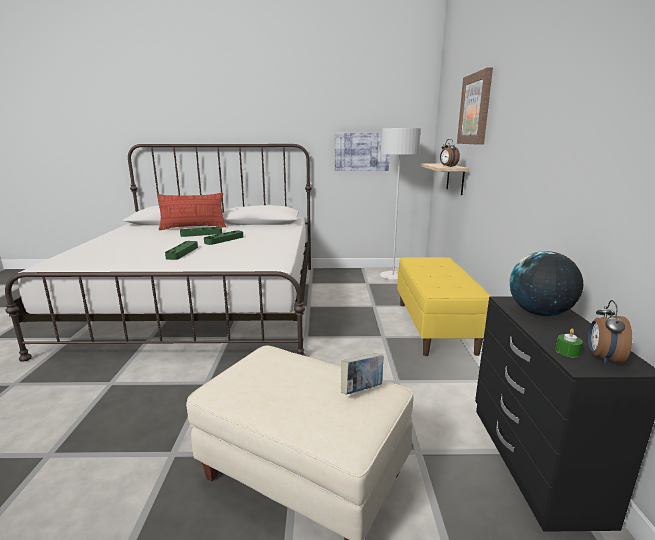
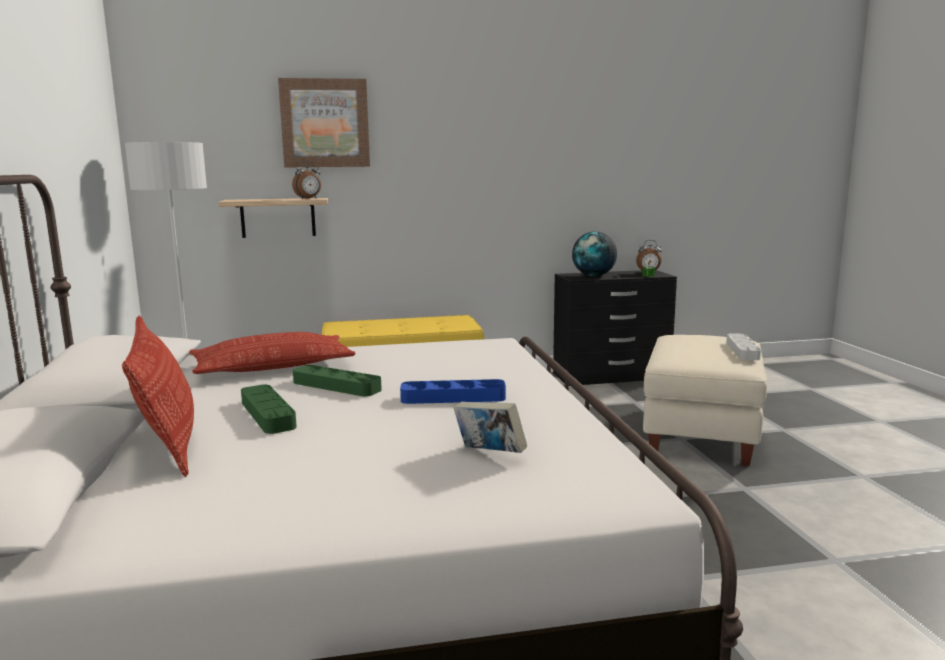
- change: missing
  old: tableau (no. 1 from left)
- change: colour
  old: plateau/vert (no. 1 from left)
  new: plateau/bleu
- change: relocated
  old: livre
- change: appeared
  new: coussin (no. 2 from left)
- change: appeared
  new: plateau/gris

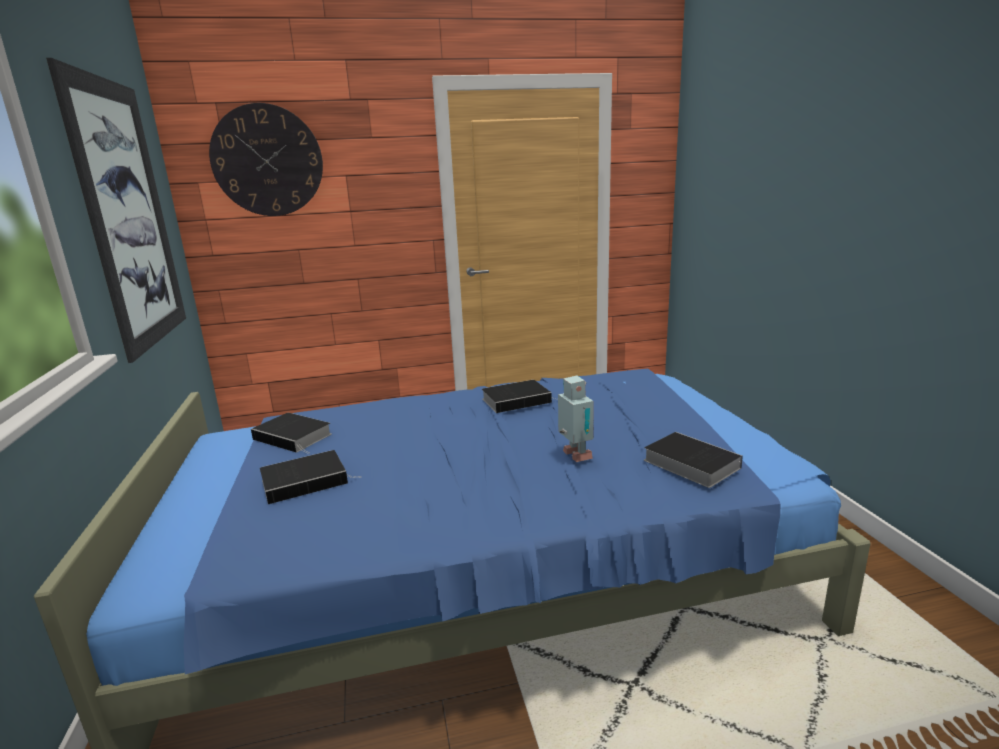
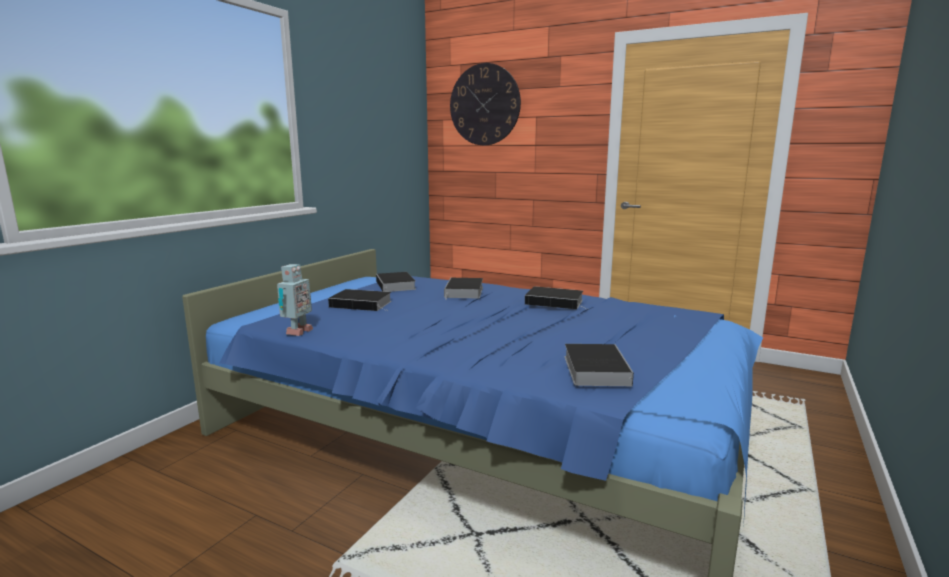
- change: missing
  old: tableau
- change: relocated
  old: robot jouet
- change: appeared
  new: livre (no. 3 from left)

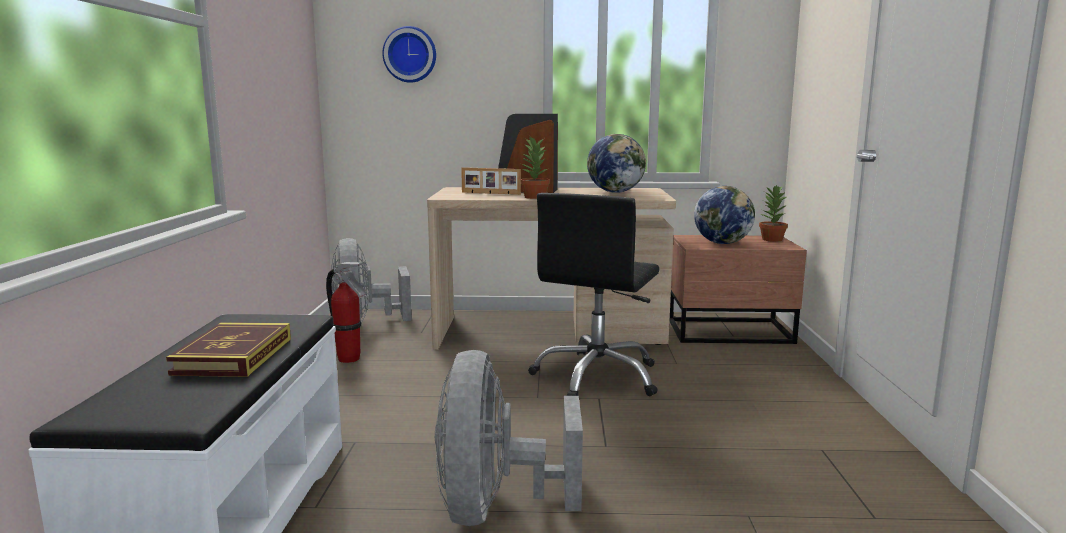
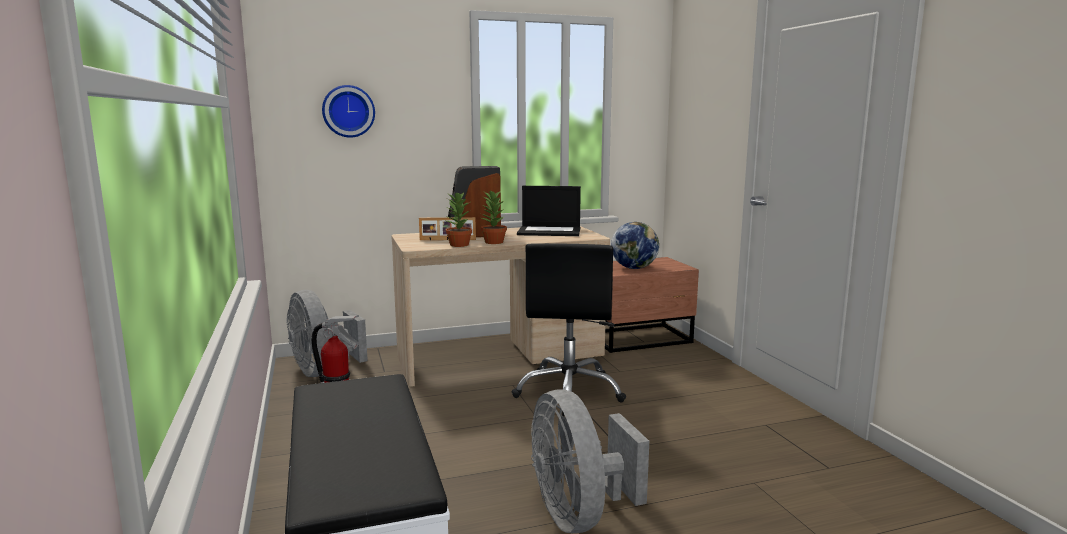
- change: exchanged
  old: globe (no. 1 from left)
  new: ordinateur portable
- change: relocated
  old: plante en pot (no. 2 from left in the first image)
  new: plante en pot (no. 1 from left)
- change: missing
  old: livre

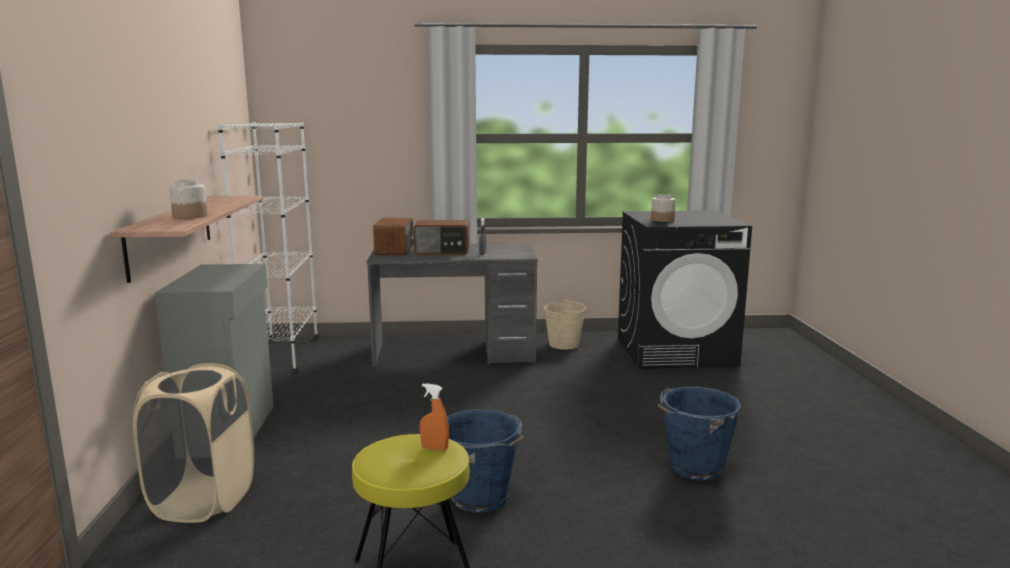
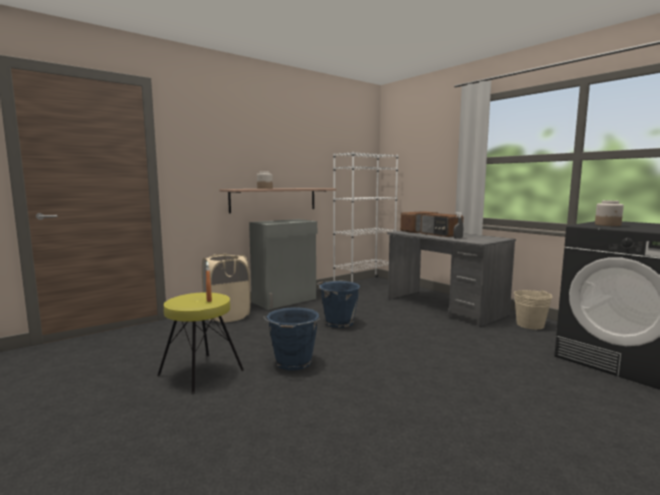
- change: relocated
  old: seau/bleu (no. 2 from left)

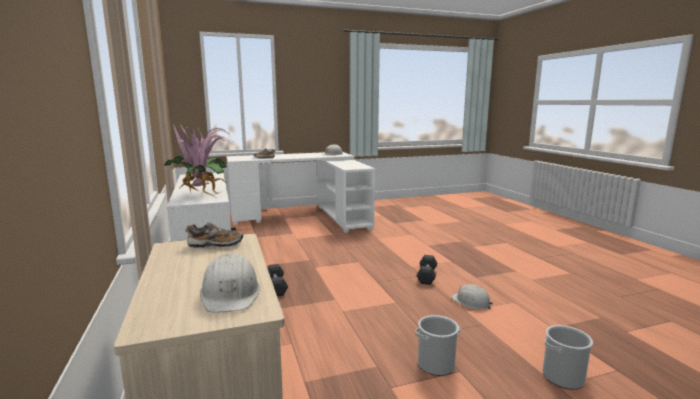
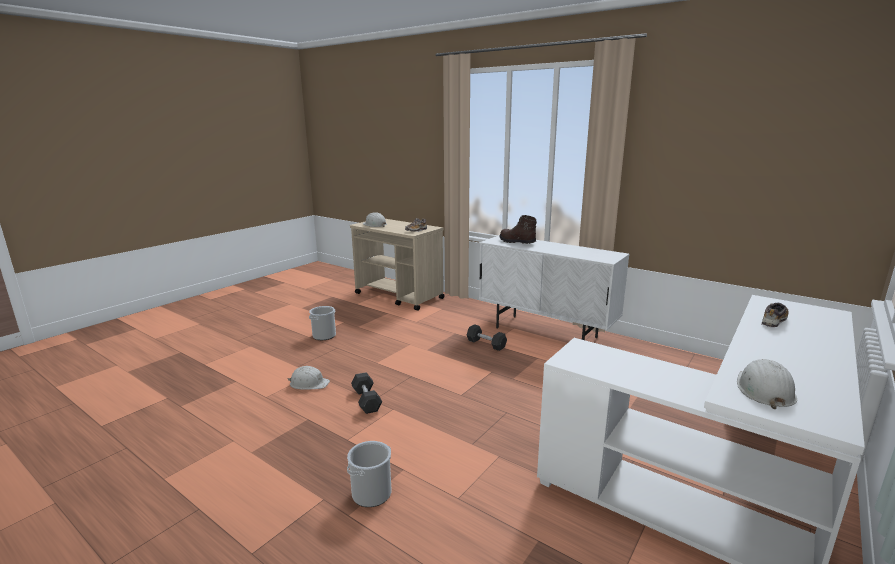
- change: exchanged
  old: plante en pot
  new: botte/marron
- change: relocated
  old: seau (no. 2 from left)

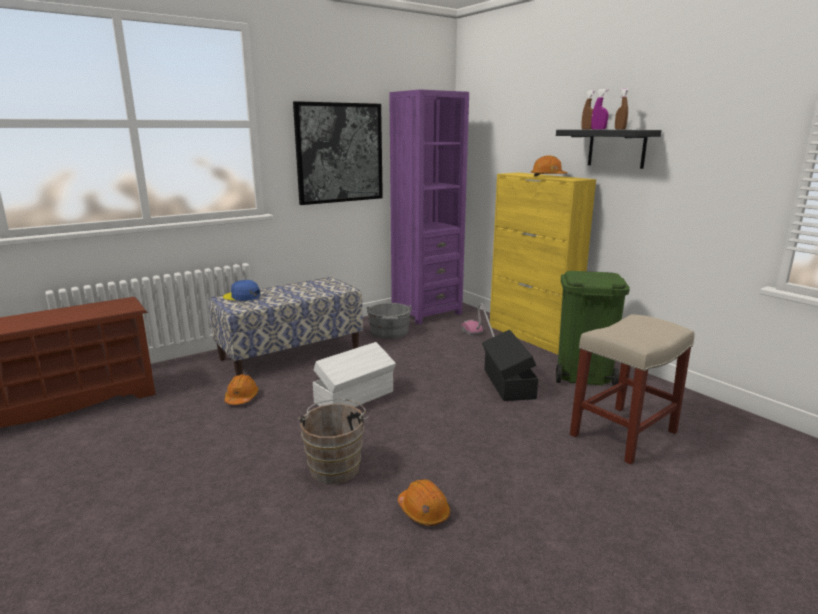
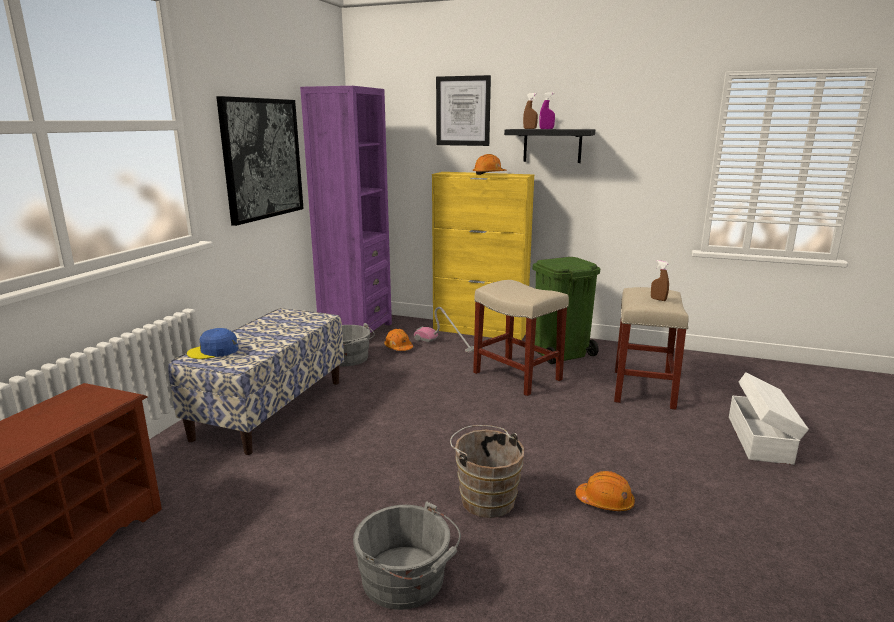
- change: relocated
  old: vaporisateur/marron (no. 2 from left)
- change: exchanged
  old: boîte de rangement/noir
  new: tabouret/beige (no. 1 from left)
- change: relocated
  old: boîte de rangement/blanc
- change: relocated
  old: casque de chantier/orange (no. 1 from left)
- change: appeared
  new: tableau (no. 2 from left)
- change: appeared
  new: seau/gris (no. 2 from left)

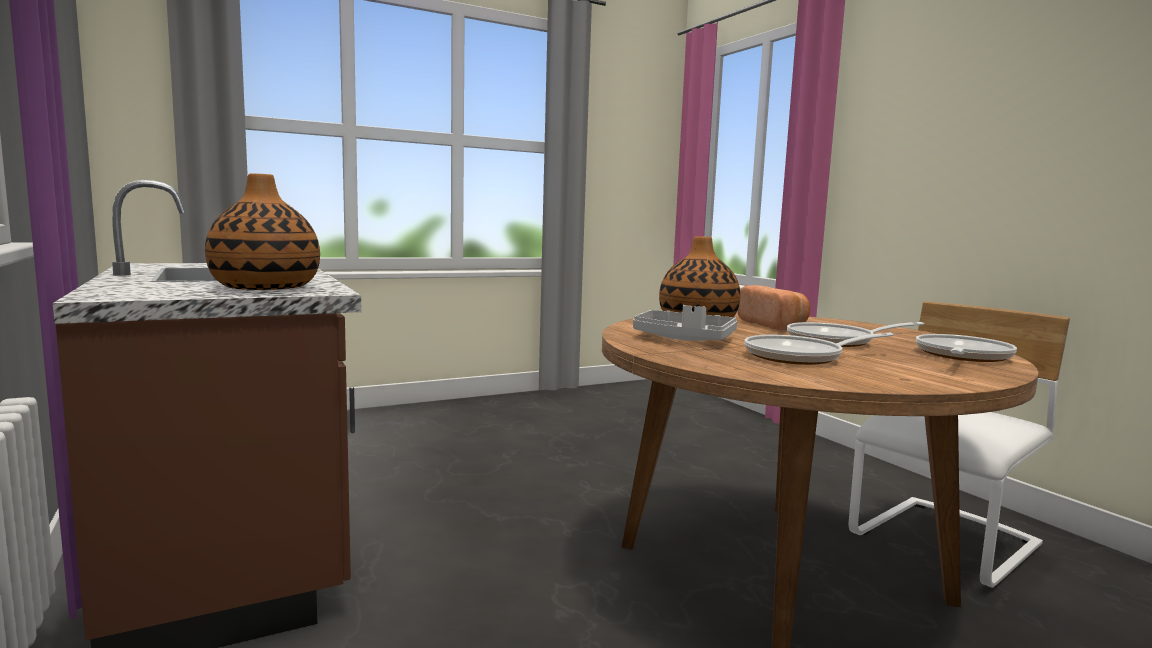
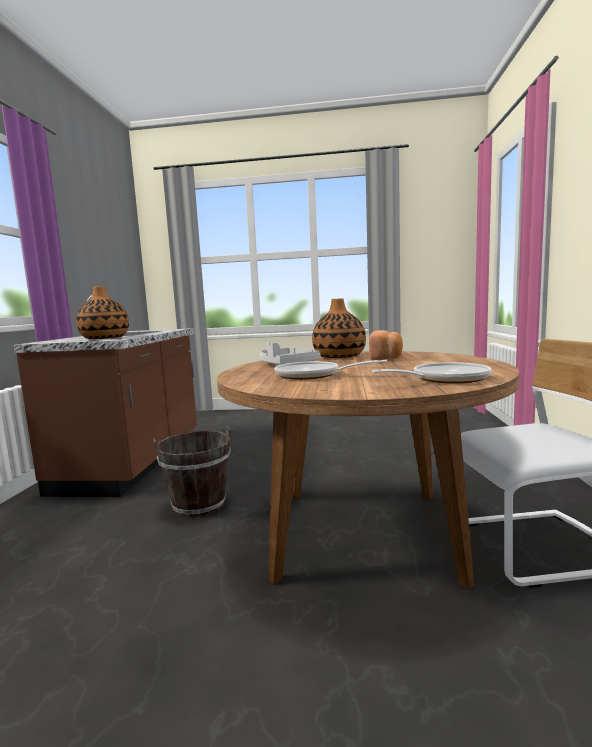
- change: missing
  old: poêle (no. 2 from left)
- change: appeared
  new: seau/marron

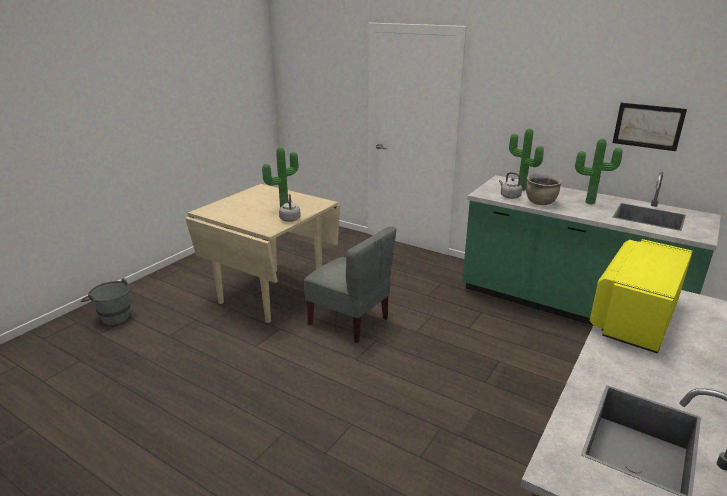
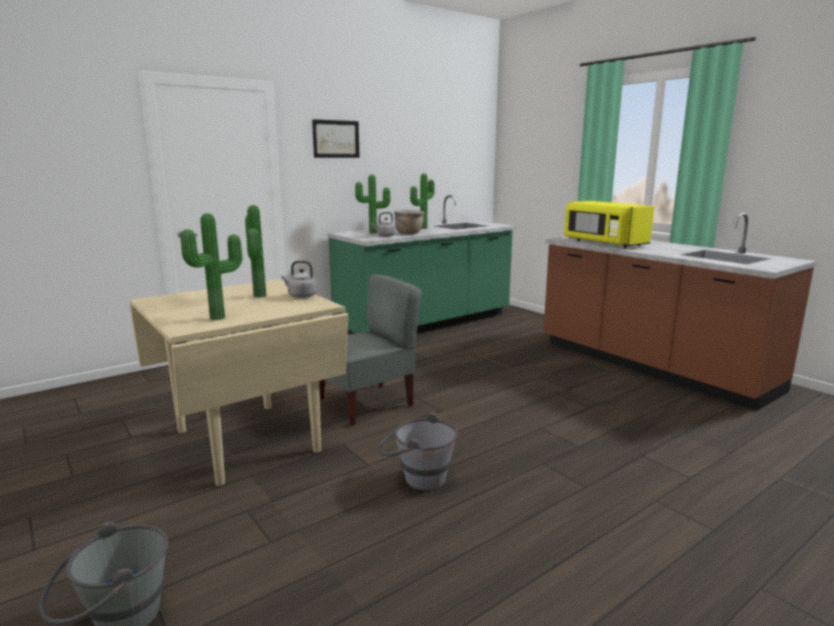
- change: relocated
  old: tableau
- change: appeared
  new: plante en pot (no. 1 from left)
- change: appeared
  new: seau/gris (no. 2 from left)

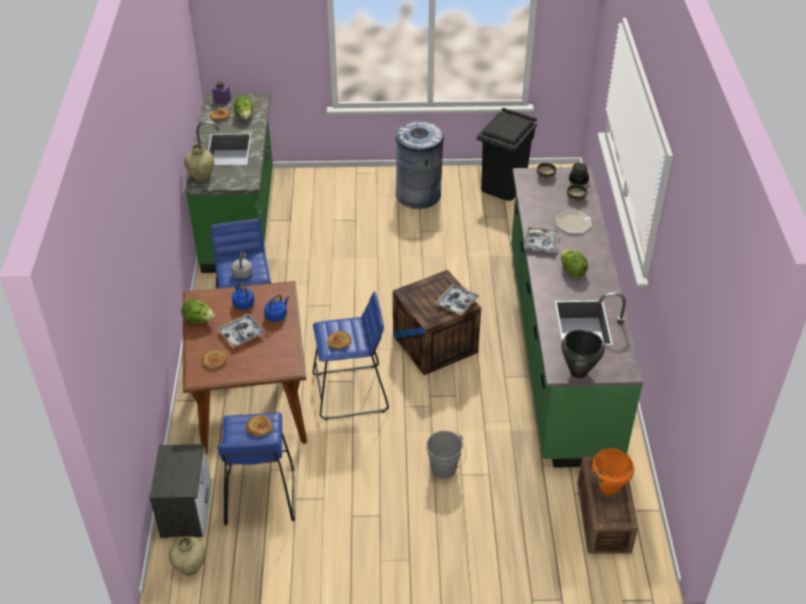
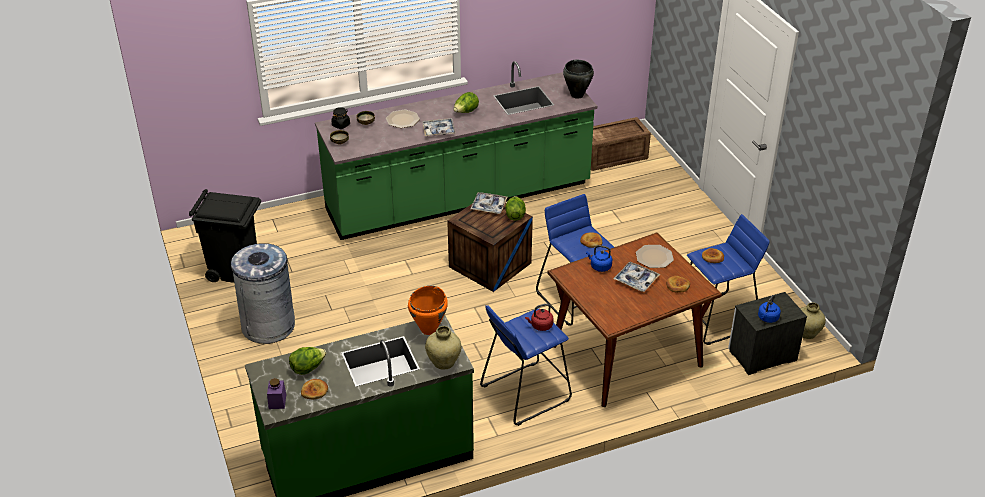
- change: colour
  old: bouilloire/gris
  new: bouilloire/rouge
- change: relocated
  old: bouilloire/bleu (no. 1 from left in the first image)
  new: bouilloire/bleu (no. 2 from left)
- change: relocated
  old: laitue (no. 1 from left in the first image)
  new: laitue (no. 3 from left)
- change: missing
  old: seau/gris
- change: relocated
  old: marmite/orange
- change: appeared
  new: assiette (no. 2 from left)

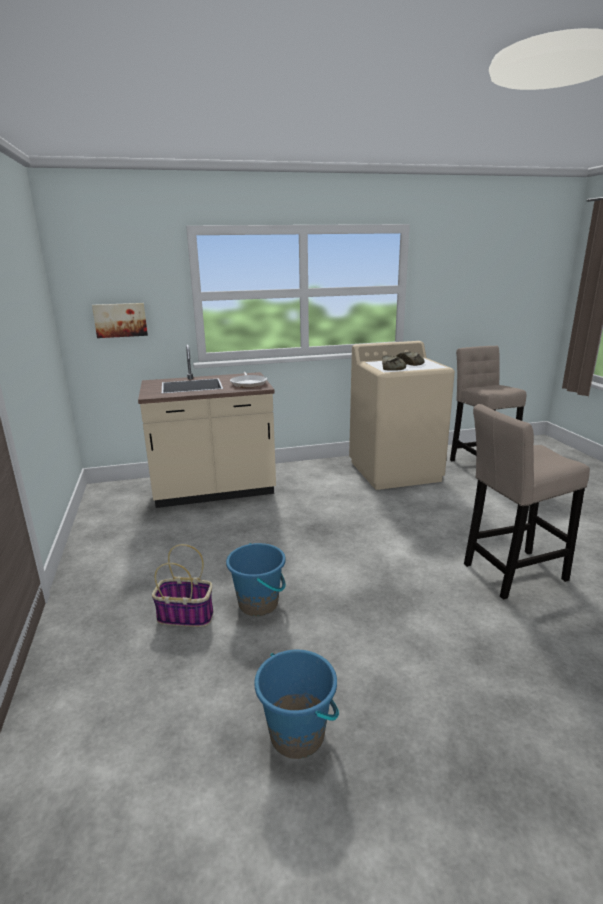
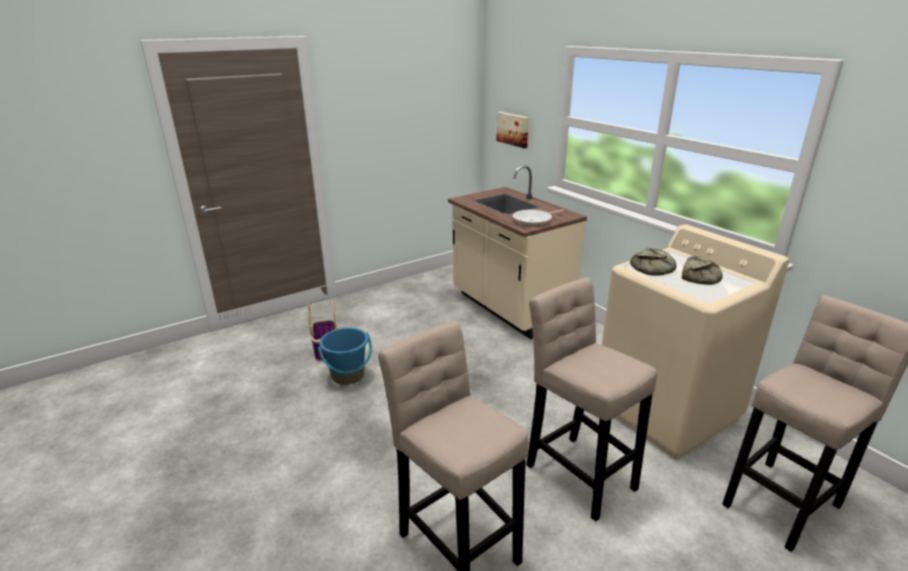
- change: missing
  old: seau/bleu (no. 2 from left)
- change: appeared
  new: tabouret/beige (no. 2 from left)

